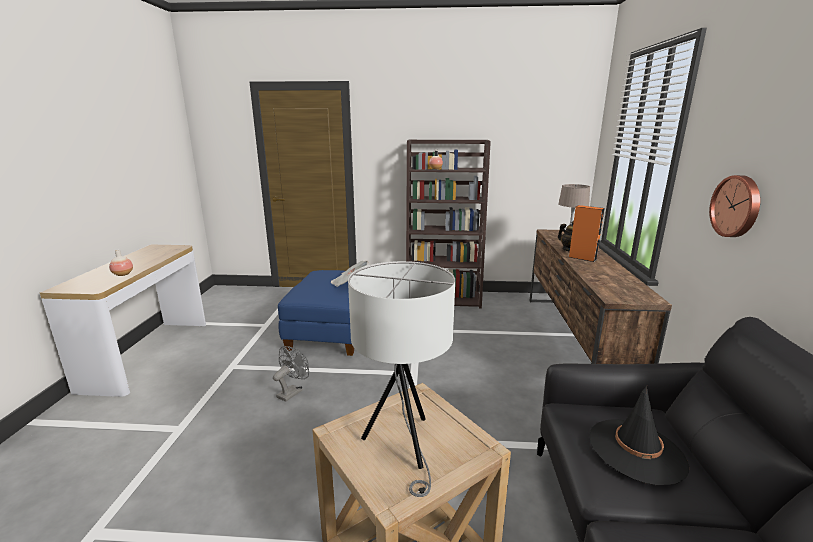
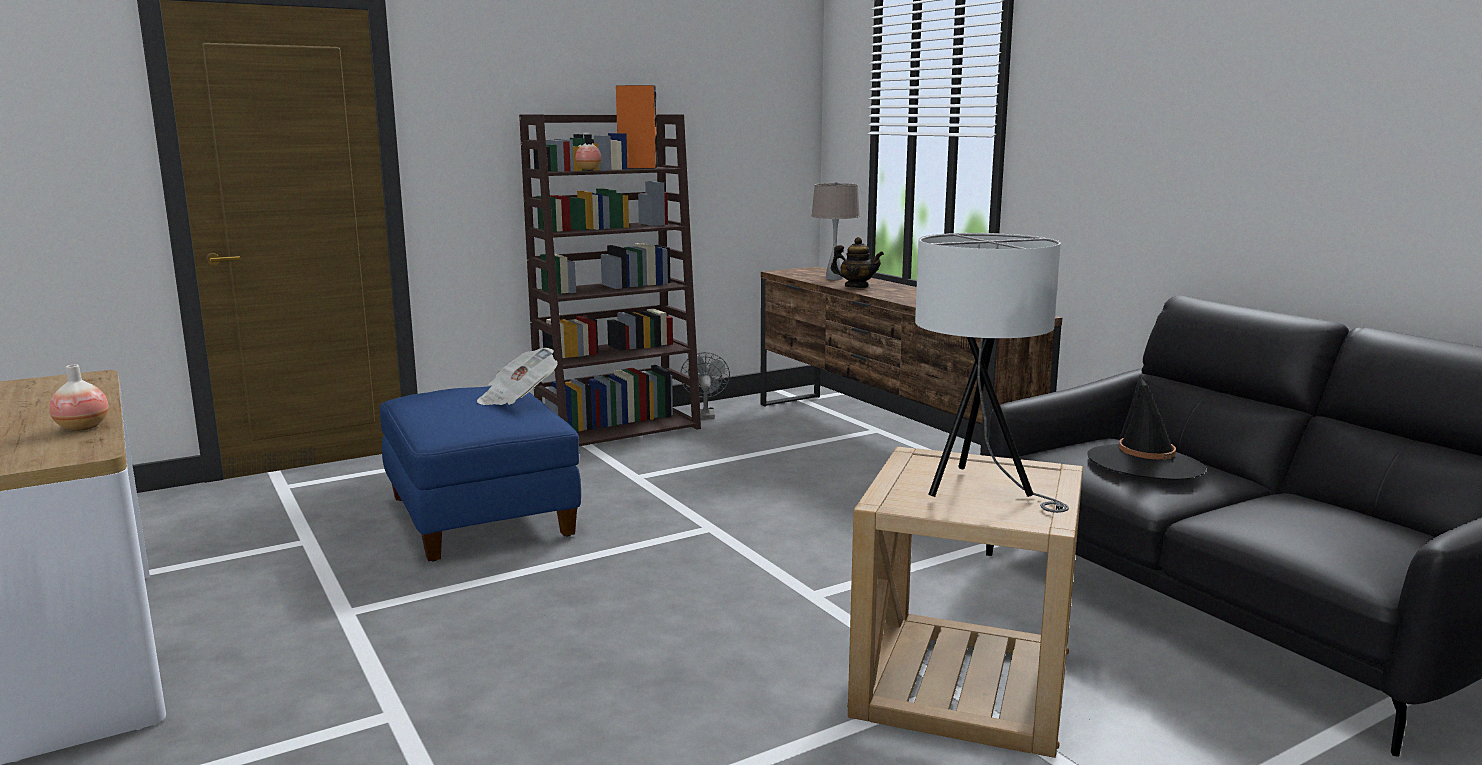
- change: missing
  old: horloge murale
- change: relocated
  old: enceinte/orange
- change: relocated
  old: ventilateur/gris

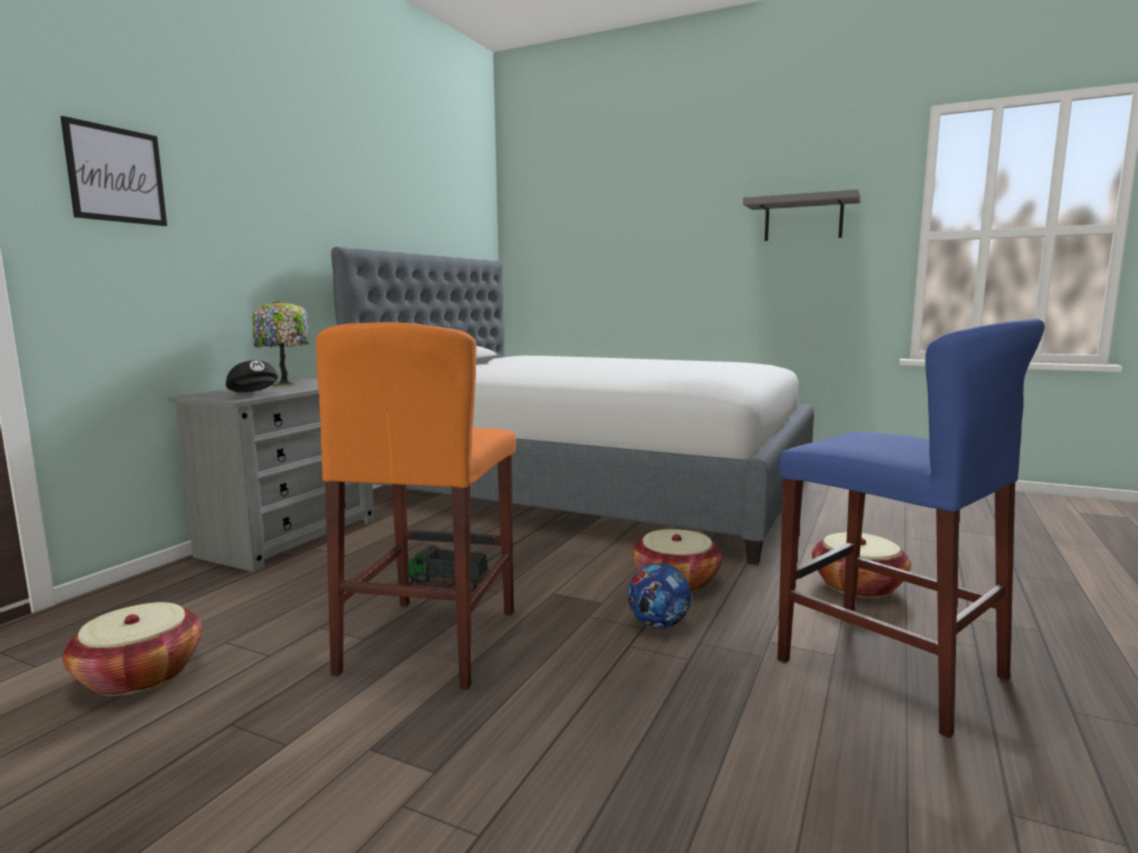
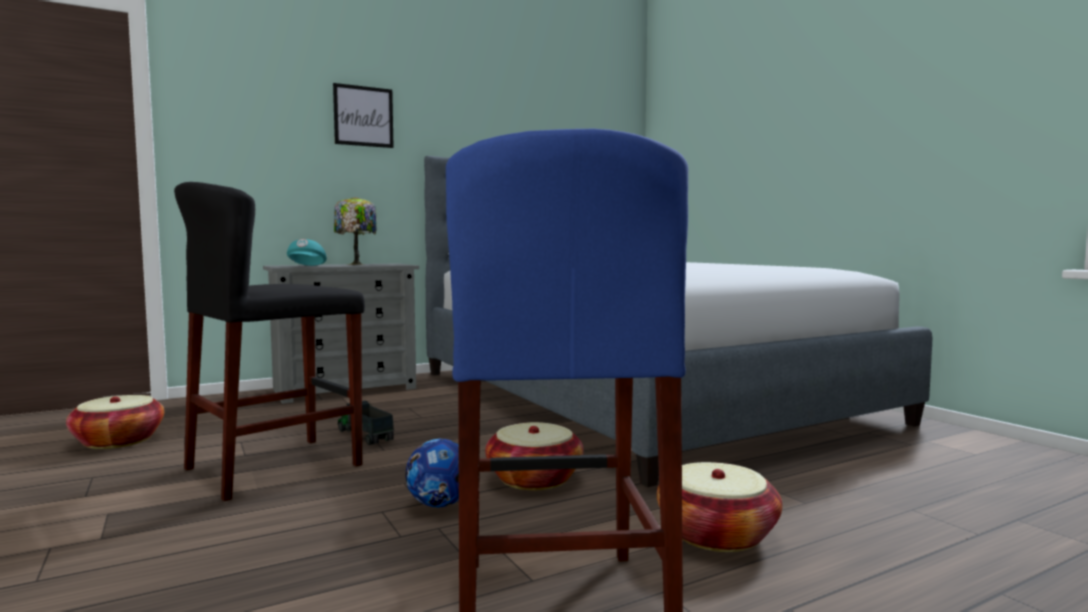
- change: relocated
  old: tableau
- change: missing
  old: étagère/gris
- change: colour
  old: tabouret/orange
  new: tabouret/noir
- change: colour
  old: casquette/noir
  new: casquette/turquoise

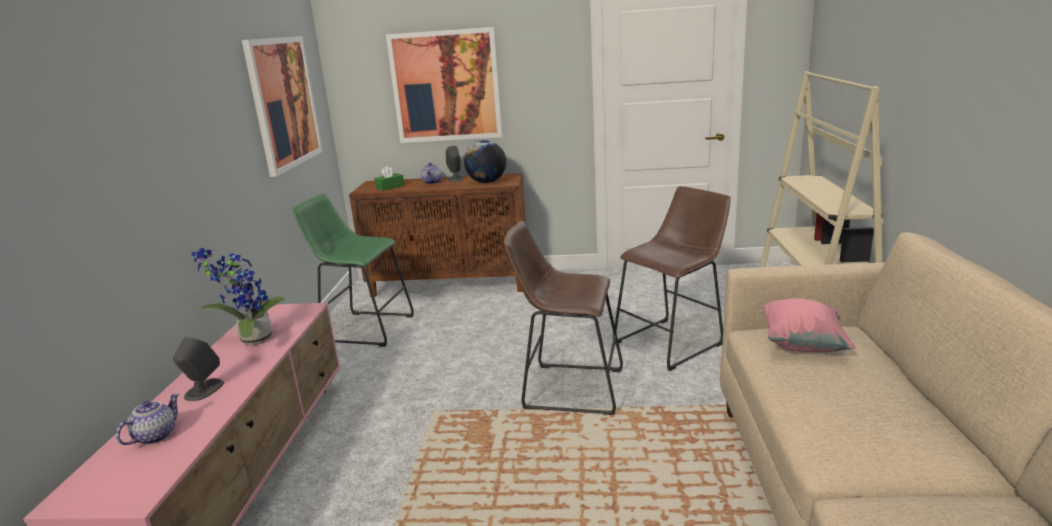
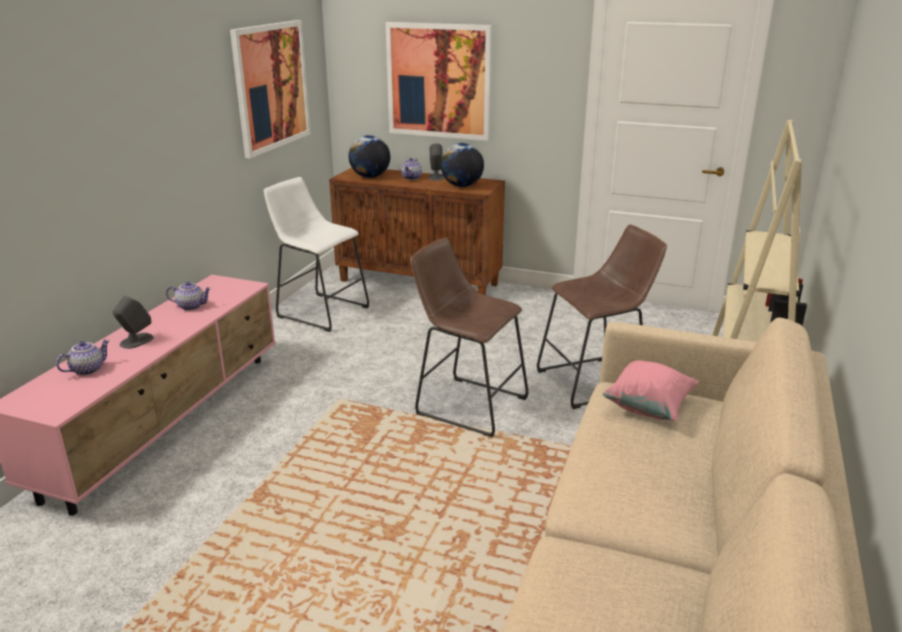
- change: exchanged
  old: boîte à mouchoirs/vert
  new: globe (no. 1 from left)
- change: colour
  old: tabouret/vert
  new: tabouret/blanc
- change: exchanged
  old: plante en pot
  new: théière (no. 2 from left)

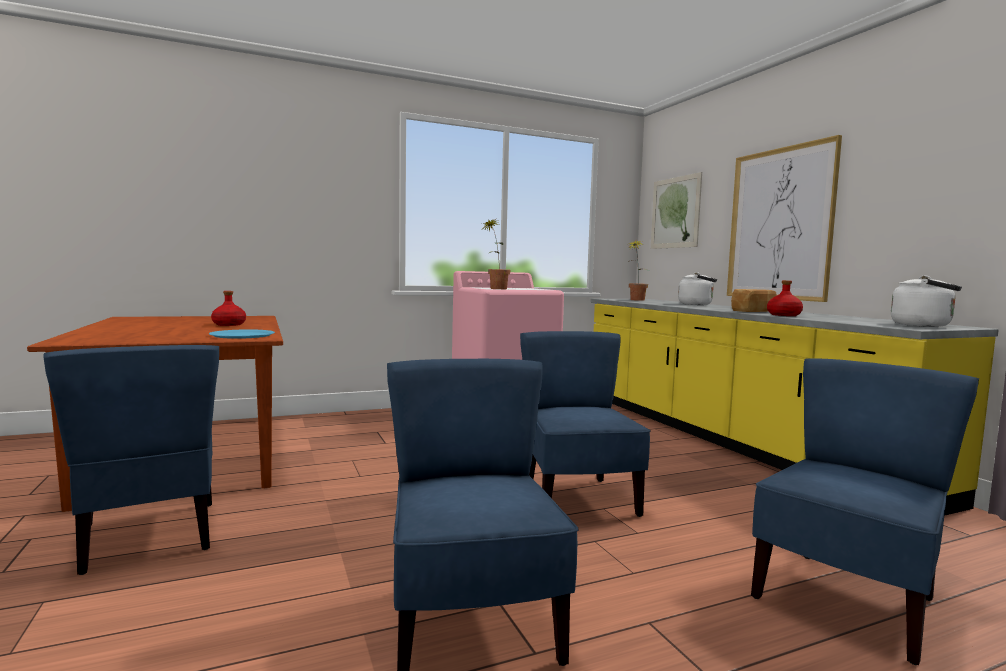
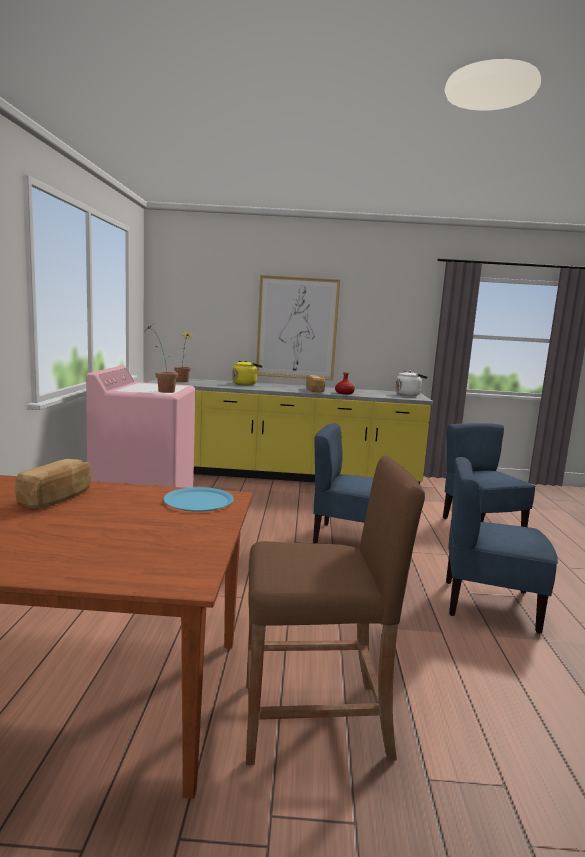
- change: missing
  old: tableau (no. 1 from left)
- change: colour
  old: bouilloire/blanc (no. 1 from left)
  new: bouilloire/jaune
- change: exchanged
  old: bouteille/rouge (no. 1 from left)
  new: pain (no. 1 from left)
- change: exchanged
  old: chaise/bleu (no. 1 from left)
  new: tabouret/marron

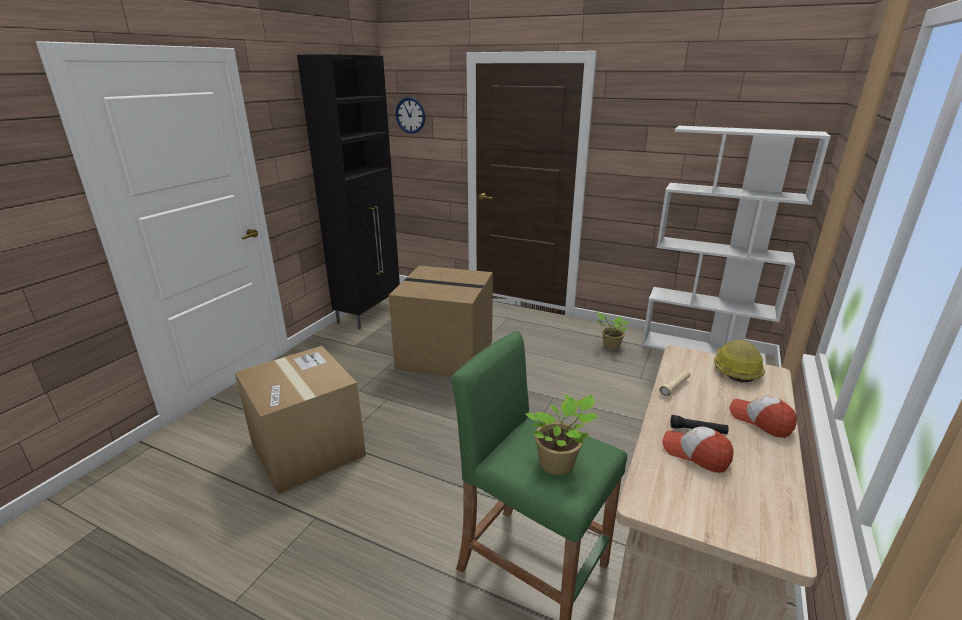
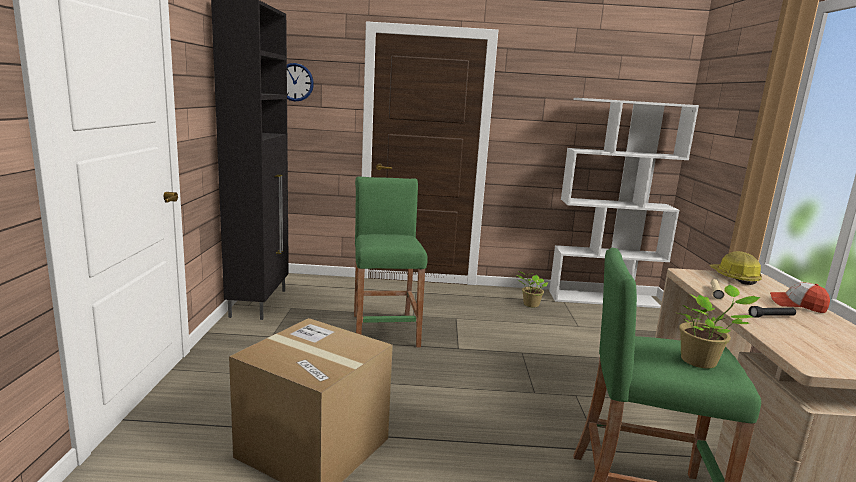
- change: exchanged
  old: carton (no. 2 from left)
  new: tabouret/vert (no. 1 from left)
- change: missing
  old: casquette (no. 1 from left)

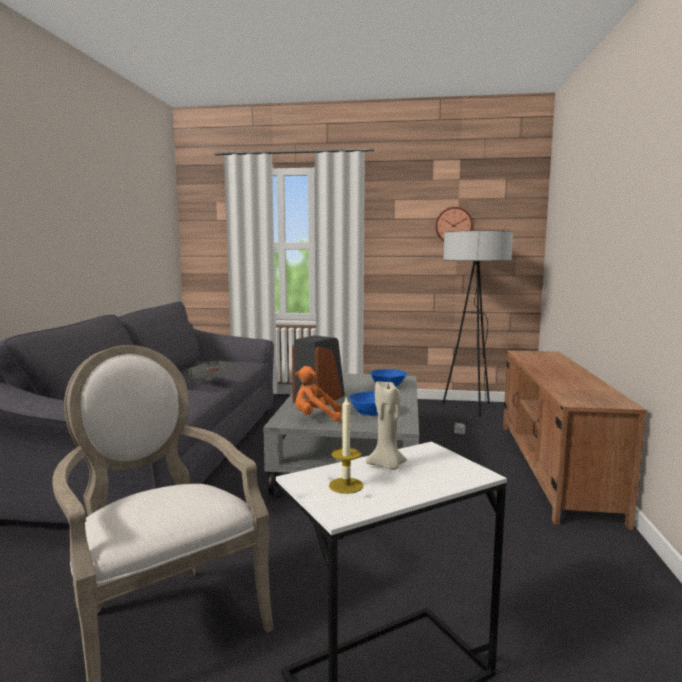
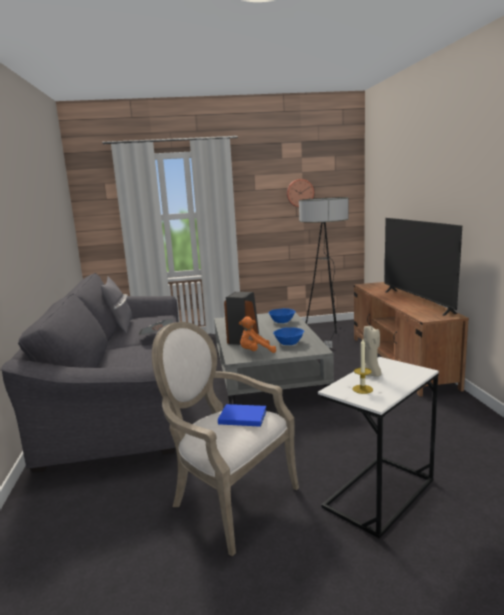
- change: appeared
  new: téléviseur
- change: appeared
  new: coussin/gris
- change: appeared
  new: livre/bleu

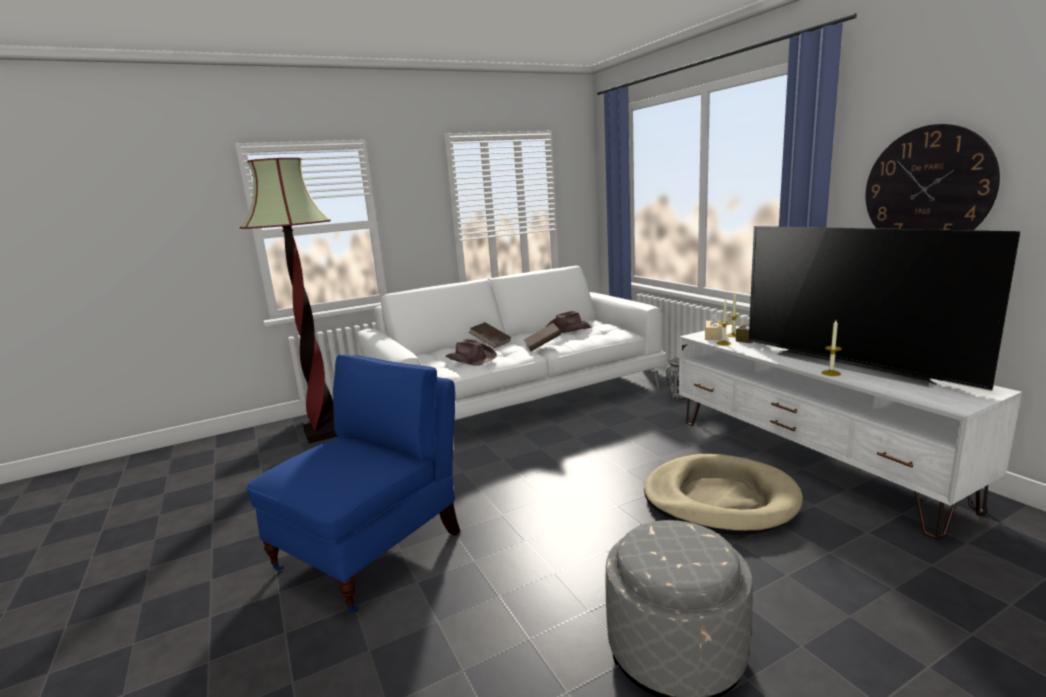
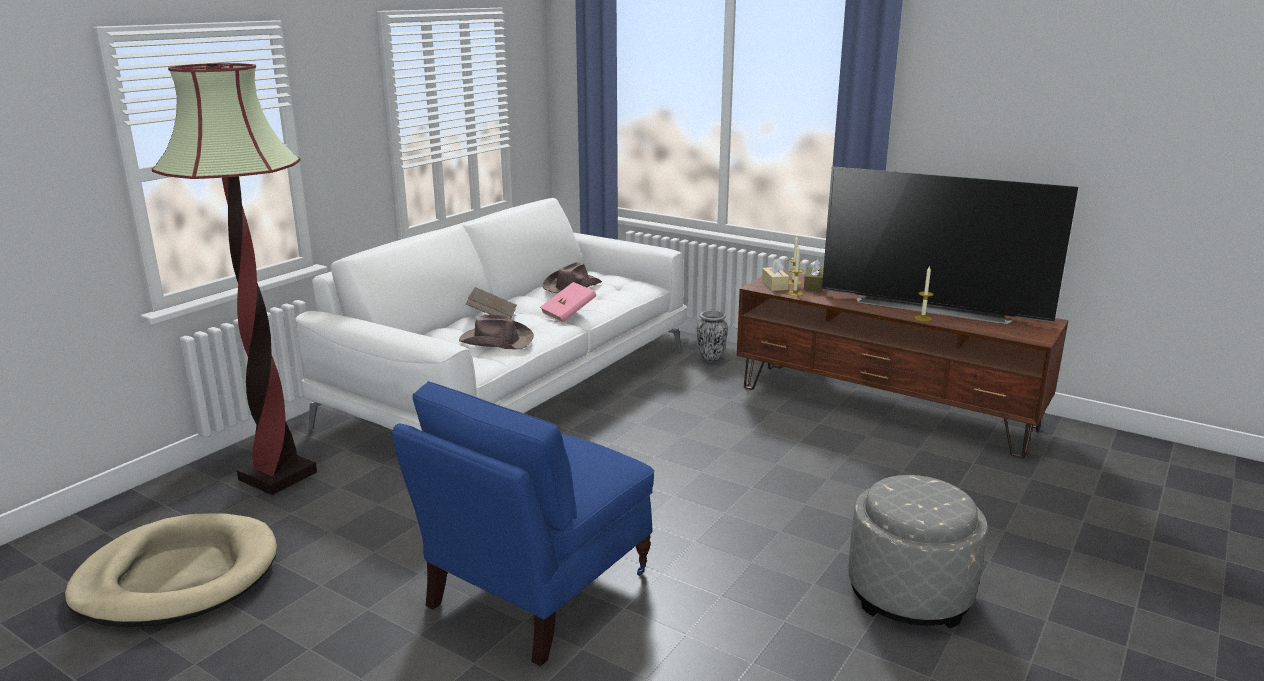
- change: missing
  old: horloge murale
- change: colour
  old: livre/marron (no. 2 from left)
  new: livre/rose
- change: colour
  old: meuble télé/blanc
  new: meuble télé/marron
- change: spun
  old: fauteuil/bleu
  degrees: -150
- change: relocated
  old: panier pour chien/beige

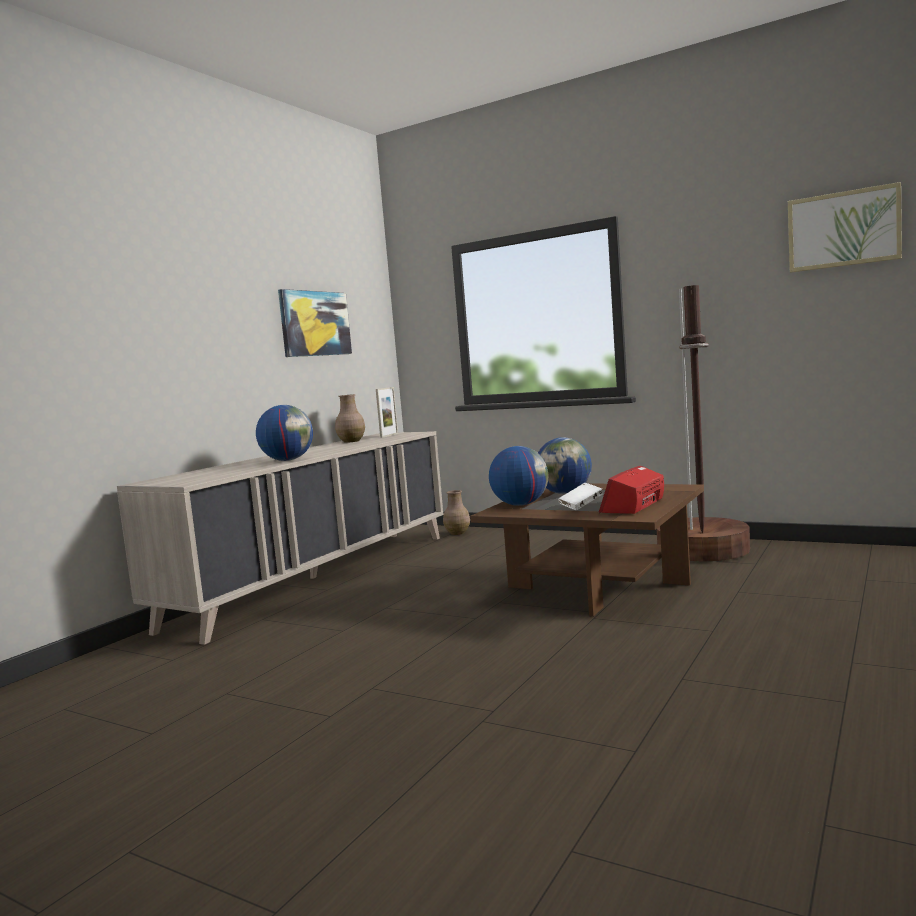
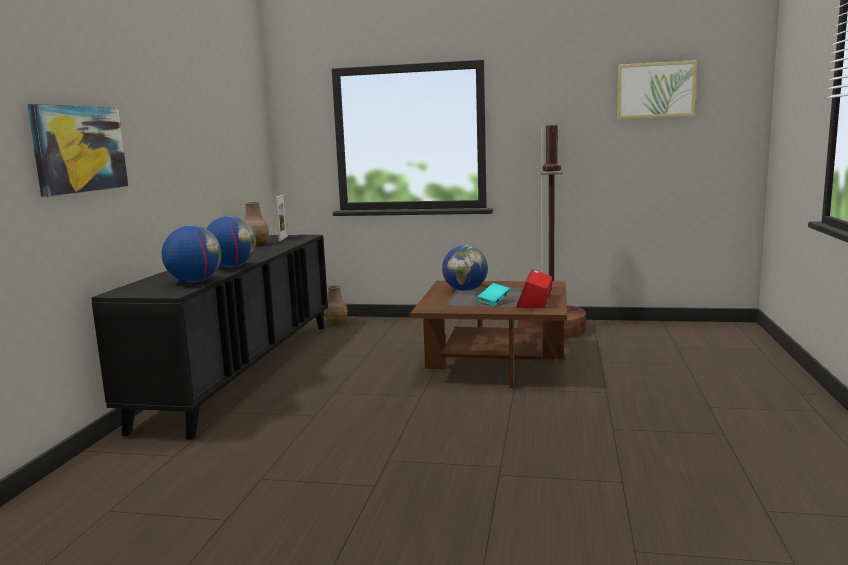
- change: relocated
  old: tableau (no. 1 from left)
- change: colour
  old: meuble de rangement/beige
  new: meuble de rangement/noir
- change: relocated
  old: globe (no. 2 from left in the first image)
  new: globe (no. 1 from left)
- change: colour
  old: livre/blanc
  new: livre/turquoise

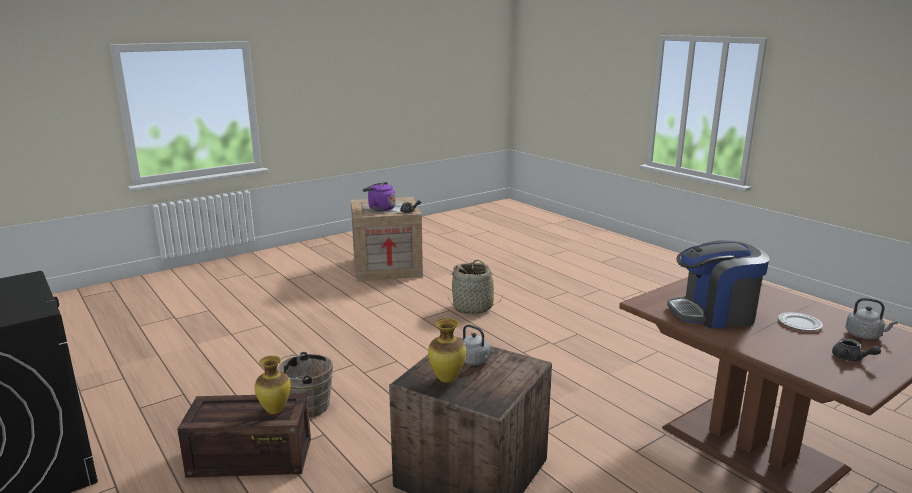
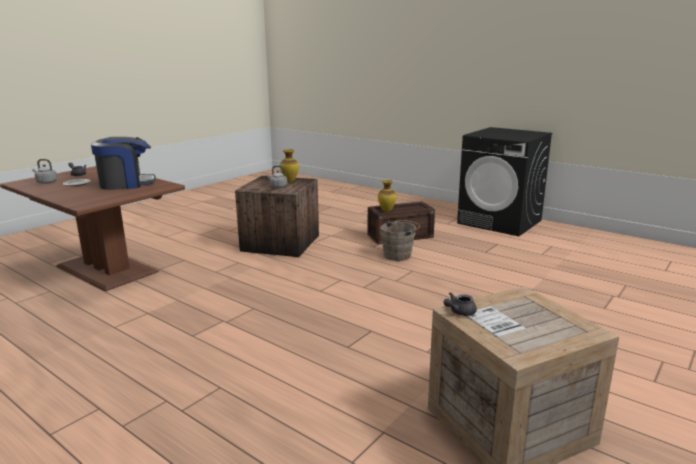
- change: missing
  old: bouilloire/violet
- change: missing
  old: panier

